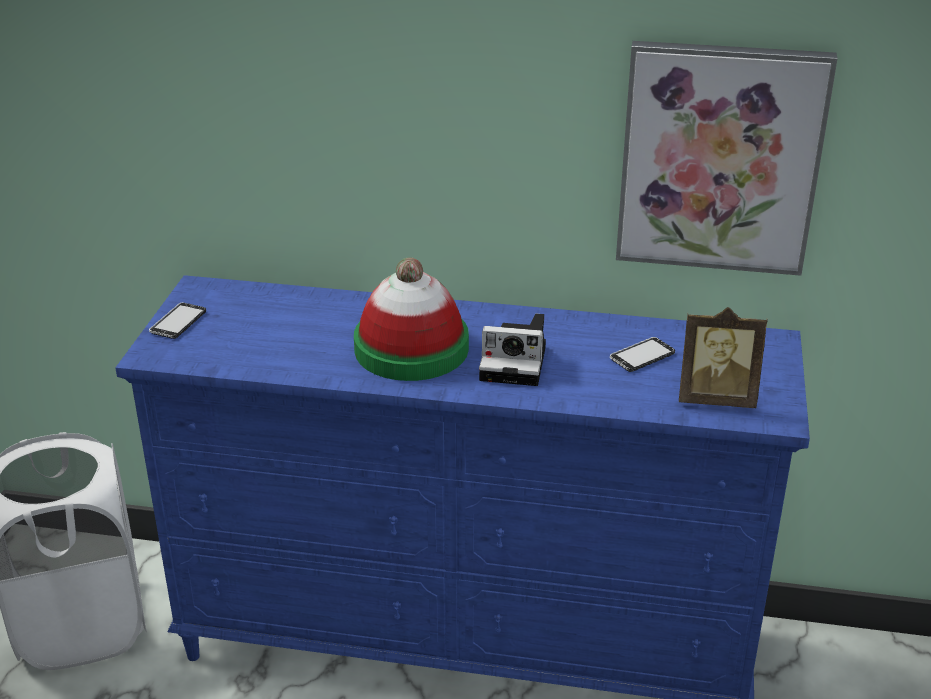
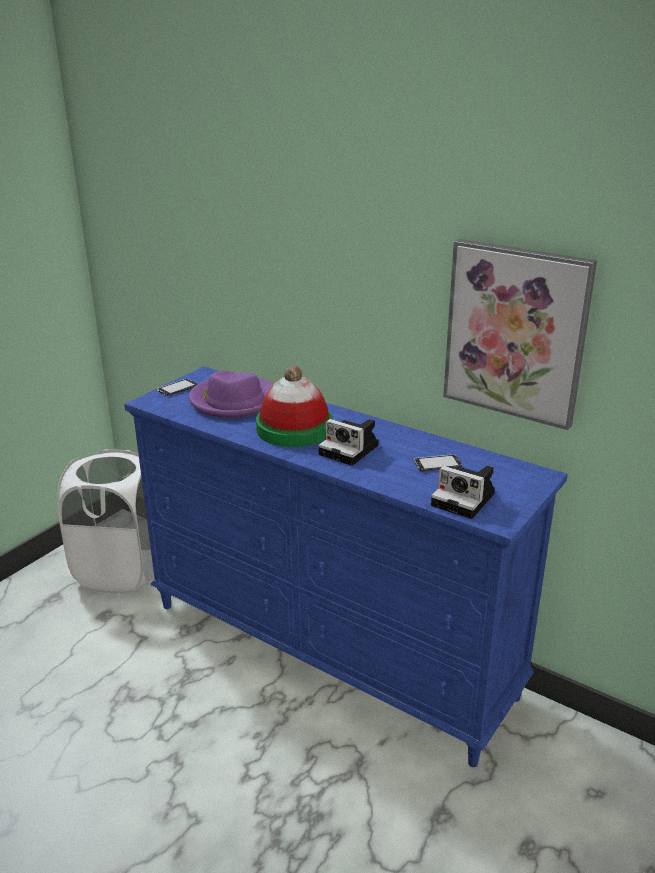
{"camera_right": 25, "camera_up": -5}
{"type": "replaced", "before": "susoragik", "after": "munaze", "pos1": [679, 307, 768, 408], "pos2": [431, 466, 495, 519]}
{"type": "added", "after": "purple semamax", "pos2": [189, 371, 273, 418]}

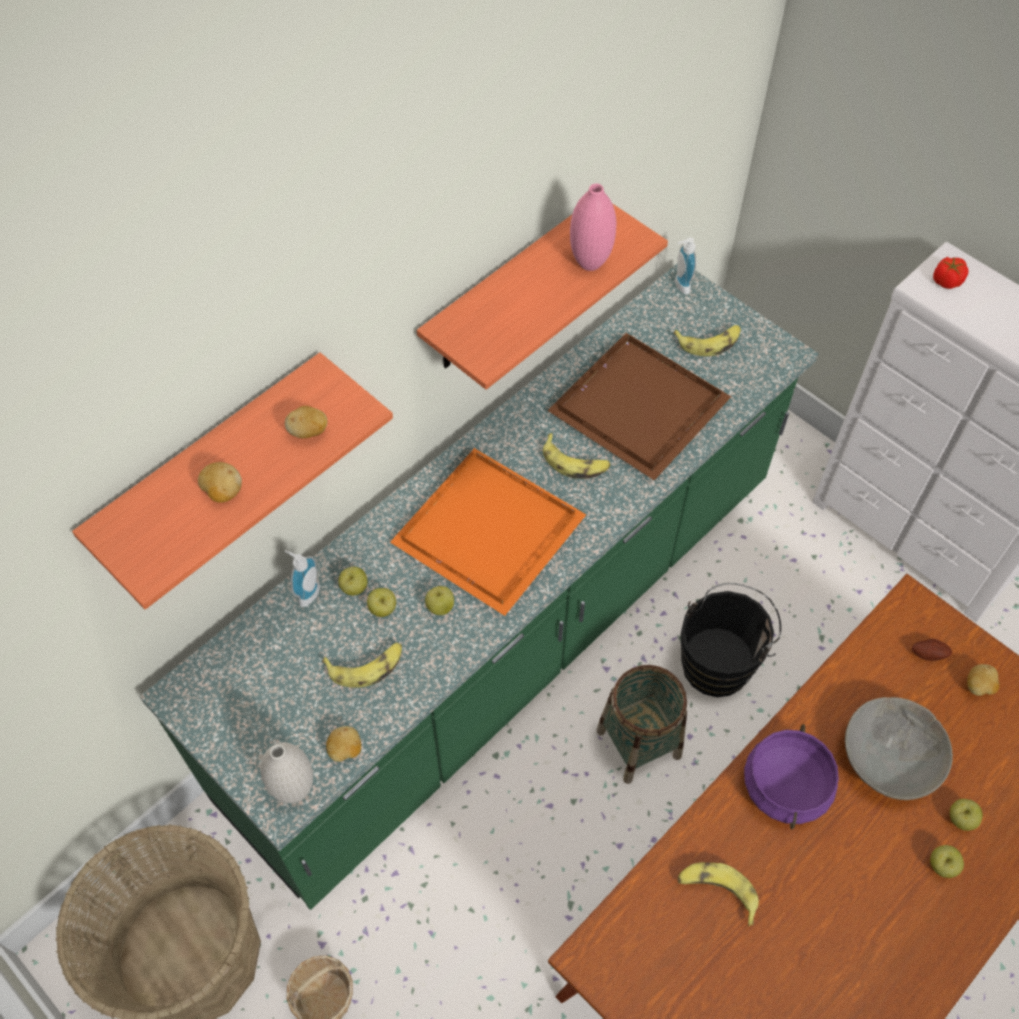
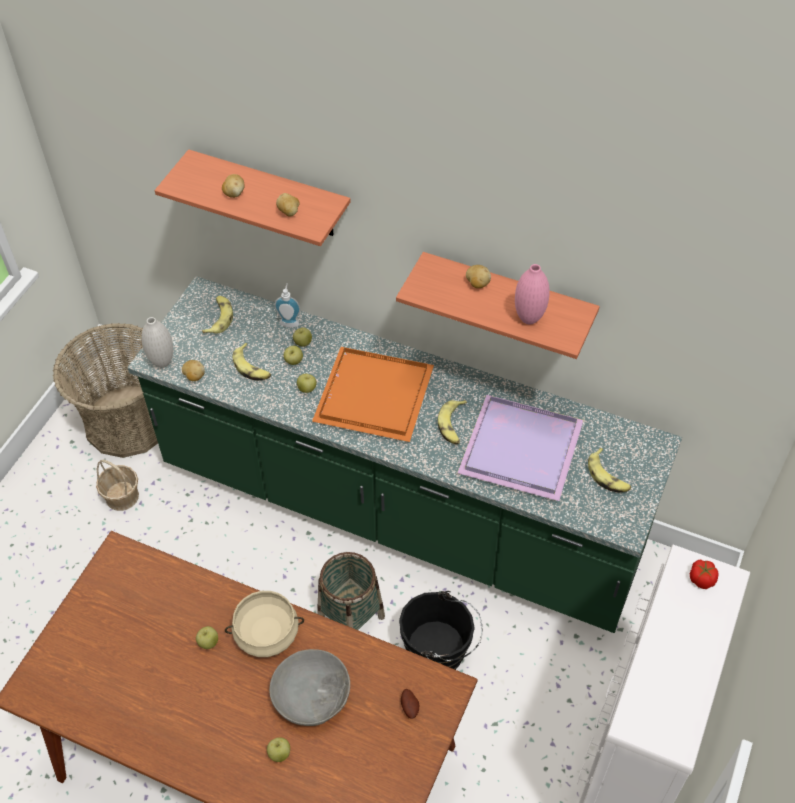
{"camera_right": 70, "camera_up": -5}
{"type": "recoloured", "before": "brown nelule", "after": "purple nelule", "pos1": [547, 333, 731, 481], "pos2": [457, 395, 584, 501]}
{"type": "removed", "before": "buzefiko", "pos1": [675, 237, 696, 295]}
{"type": "moved", "before": "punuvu", "pos1": [677, 862, 759, 926], "pos2": [202, 296, 233, 333]}
{"type": "recoloured", "before": "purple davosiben", "after": "beige davosiben", "pos1": [744, 724, 839, 829], "pos2": [225, 591, 304, 657]}
{"type": "moved", "before": "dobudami", "pos1": [930, 845, 964, 878], "pos2": [196, 626, 218, 649]}
{"type": "moved", "before": "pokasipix", "pos1": [967, 664, 999, 696], "pos2": [466, 265, 491, 288]}

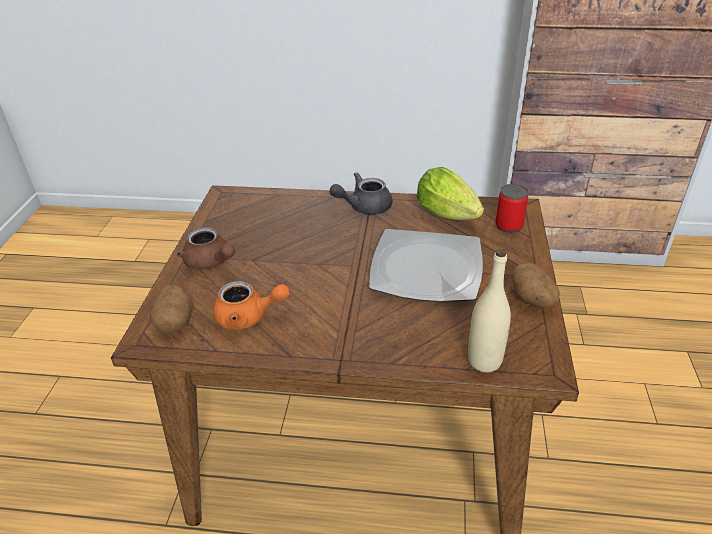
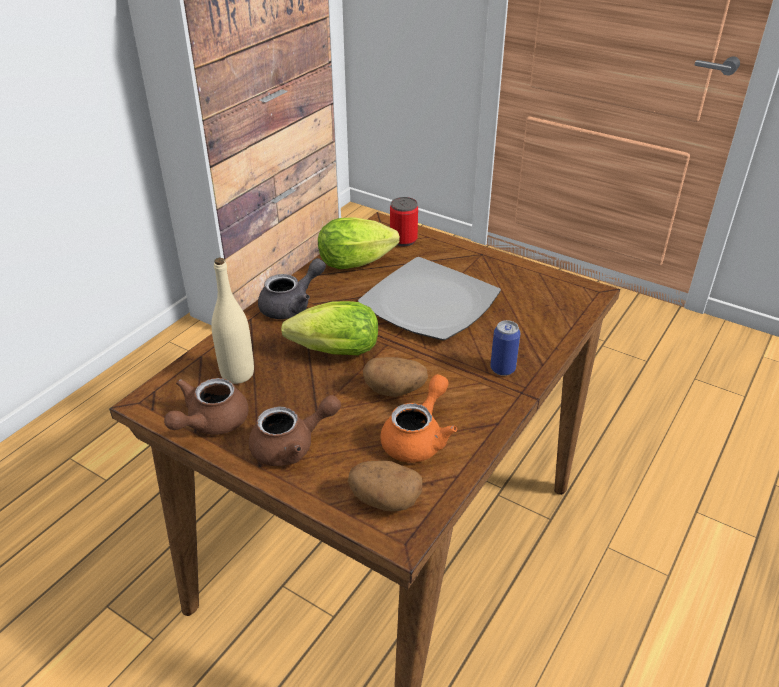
{"camera_right": -65, "camera_up": 0}
{"type": "turned", "before": "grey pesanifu", "pos1": [329, 172, 392, 215], "pos2": [258, 258, 326, 319], "turn": -135}
{"type": "moved", "before": "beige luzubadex", "pos1": [468, 249, 511, 372], "pos2": [211, 257, 254, 384]}
{"type": "moved", "before": "pokasipix", "pos1": [512, 262, 560, 308], "pos2": [363, 357, 428, 397]}
{"type": "added", "after": "brown pesanifu", "pos2": [164, 378, 249, 435]}
{"type": "added", "after": "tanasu", "pos2": [281, 301, 378, 355]}
{"type": "added", "after": "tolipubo", "pos2": [490, 320, 520, 376]}

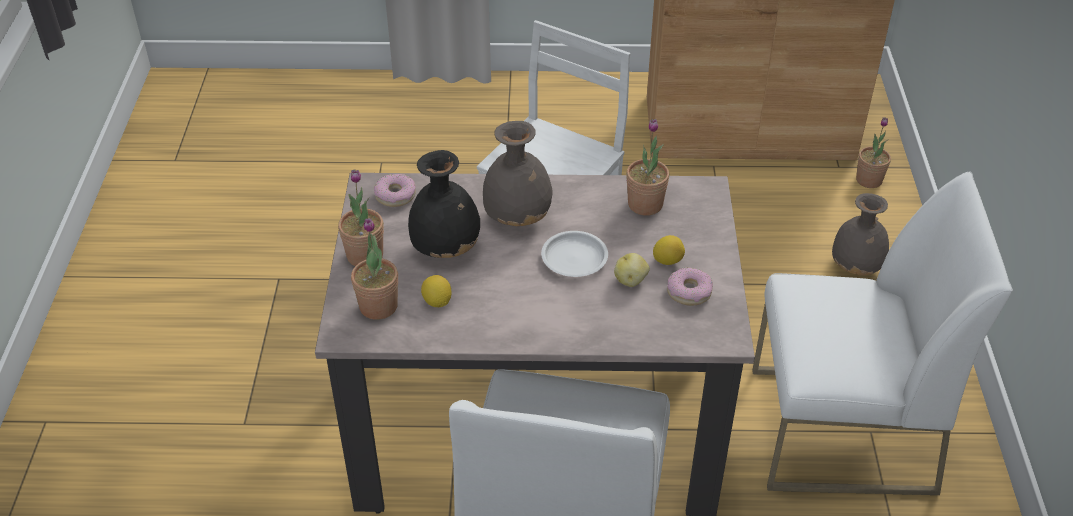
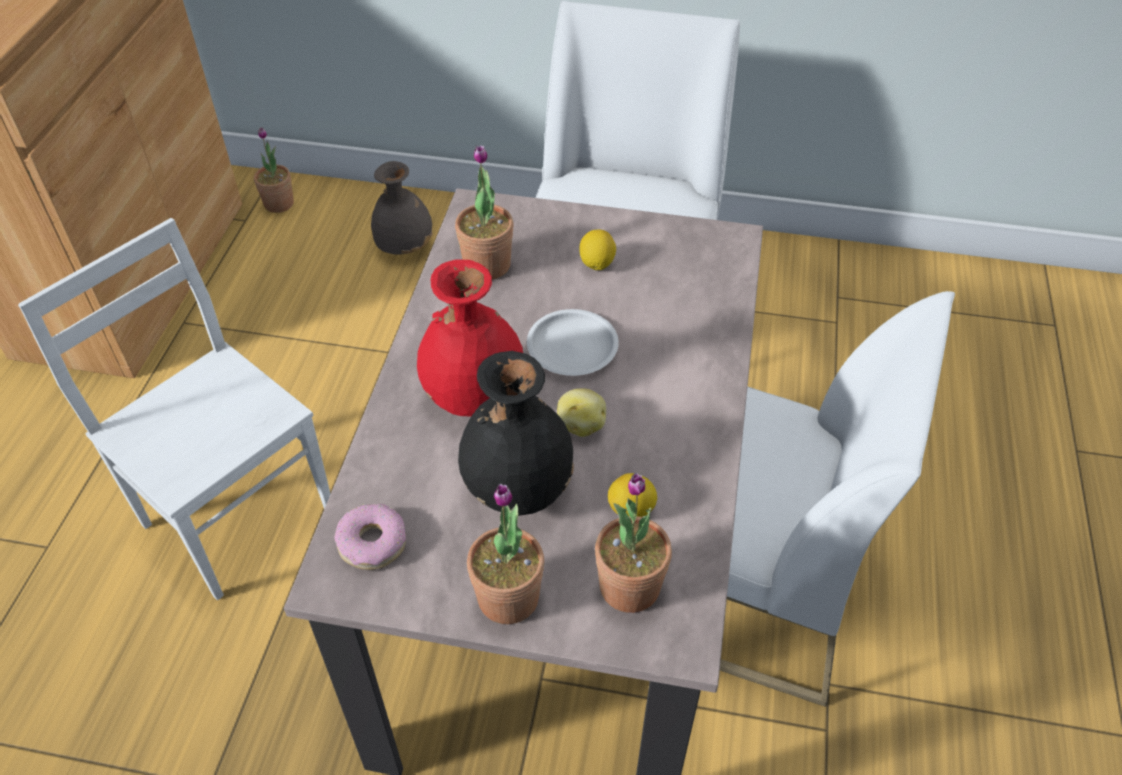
{"camera_right": -80, "camera_up": 5}
{"type": "recoloured", "before": "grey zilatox", "after": "red zilatox", "pos1": [483, 121, 552, 226], "pos2": [417, 260, 523, 417]}
{"type": "moved", "before": "pokasipix", "pos1": [614, 253, 650, 287], "pos2": [557, 389, 606, 437]}
{"type": "removed", "before": "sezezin", "pos1": [667, 268, 713, 306]}

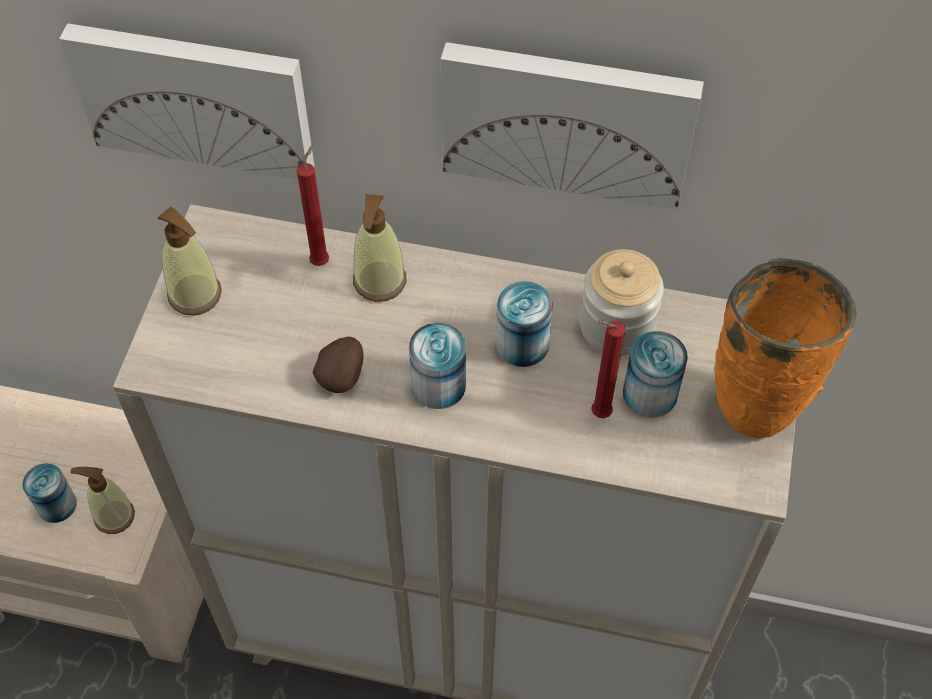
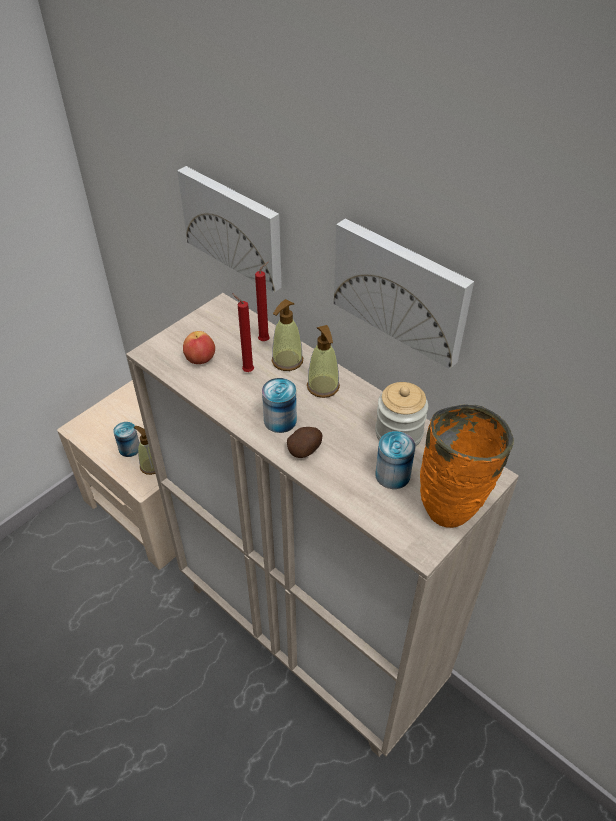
{"camera_right": 30, "camera_up": -10}
{"type": "moved", "before": "buzefiko", "pos1": [157, 207, 222, 316], "pos2": [307, 325, 340, 398]}
{"type": "moved", "before": "pokasipix", "pos1": [313, 336, 364, 393], "pos2": [287, 427, 322, 458]}
{"type": "removed", "before": "tolipubo", "pos1": [496, 281, 553, 367]}
{"type": "moved", "before": "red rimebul", "pos1": [591, 320, 625, 418], "pos2": [232, 293, 254, 372]}
{"type": "added", "after": "dobudami", "pos2": [183, 331, 215, 364]}

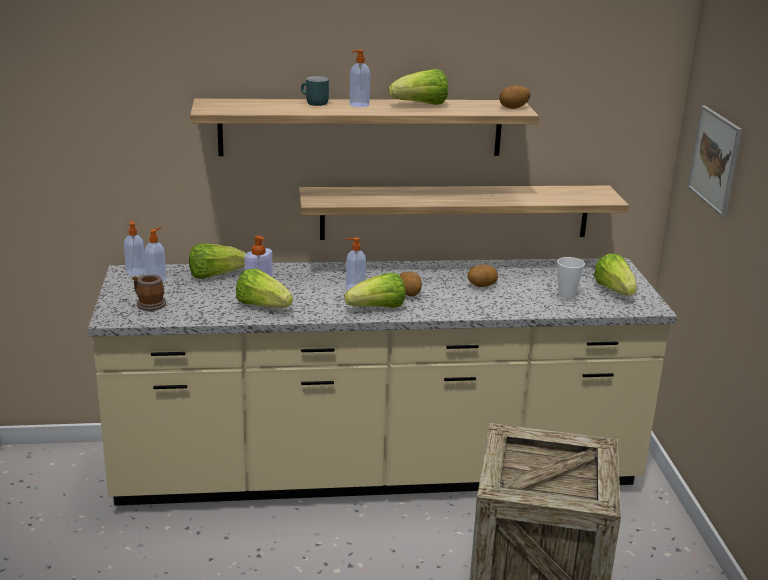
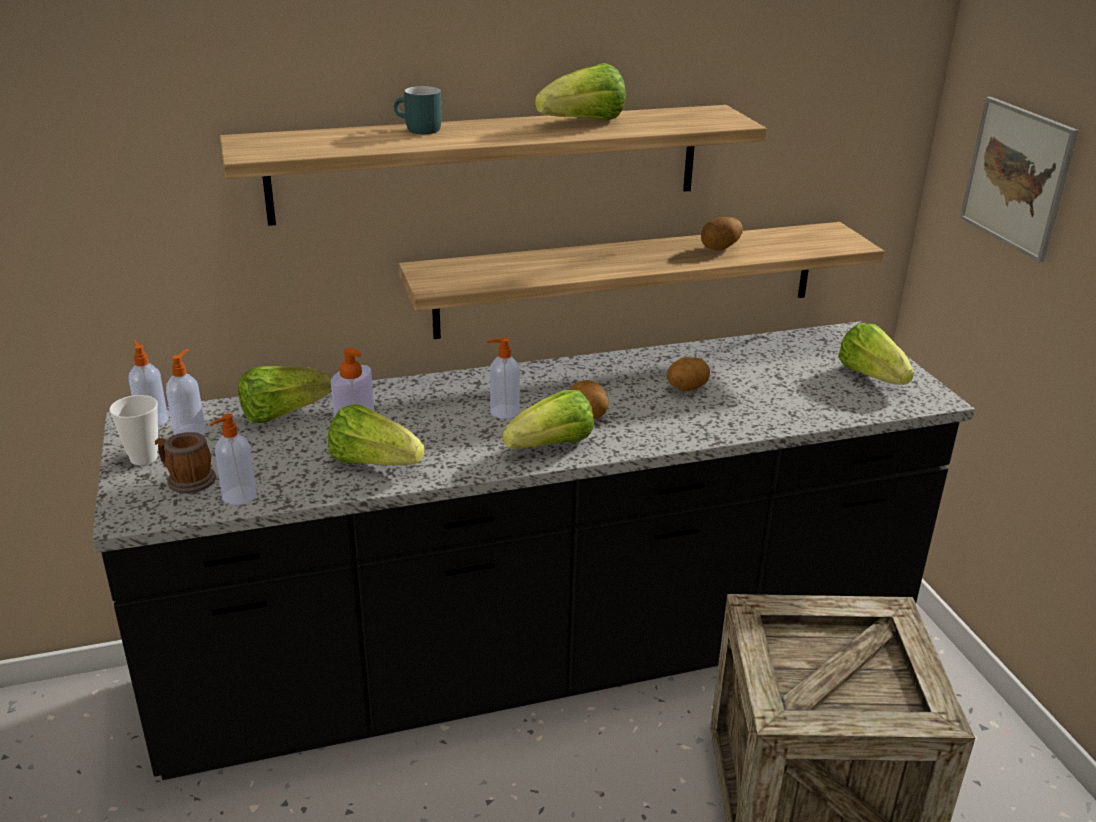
{"camera_right": -10, "camera_up": 5}
{"type": "recoloured", "before": "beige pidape", "after": "black pidape", "pos1": [88, 258, 677, 506], "pos2": [92, 321, 975, 780]}
{"type": "moved", "before": "buzefiko", "pos1": [350, 49, 370, 107], "pos2": [210, 413, 257, 505]}
{"type": "moved", "before": "pokasipix", "pos1": [499, 85, 530, 109], "pos2": [701, 217, 743, 251]}
{"type": "moved", "before": "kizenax", "pos1": [557, 257, 585, 299], "pos2": [109, 395, 158, 465]}

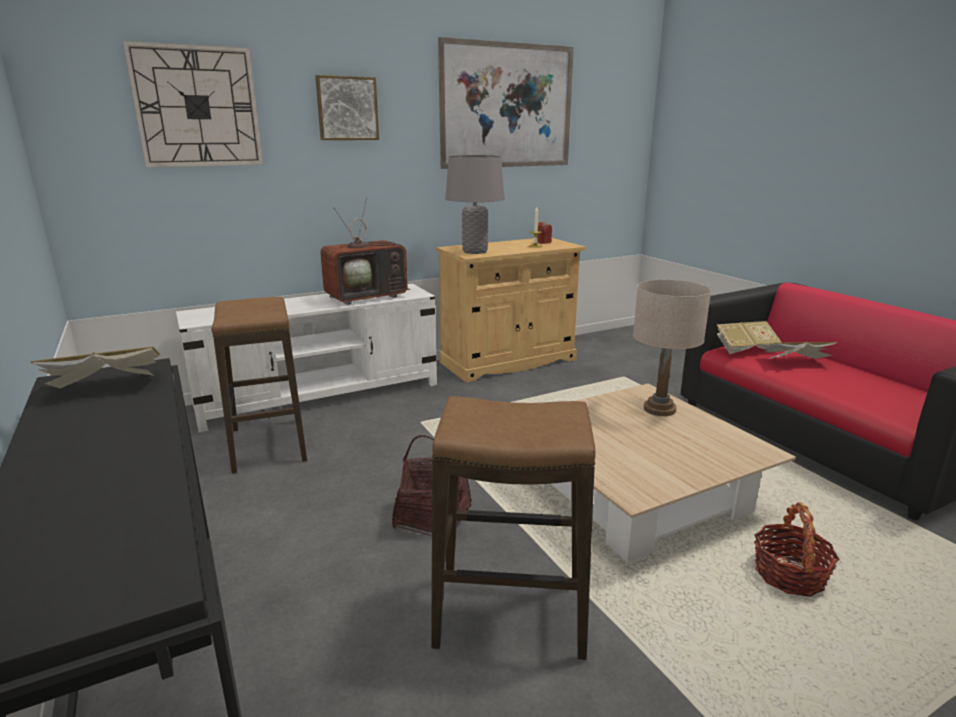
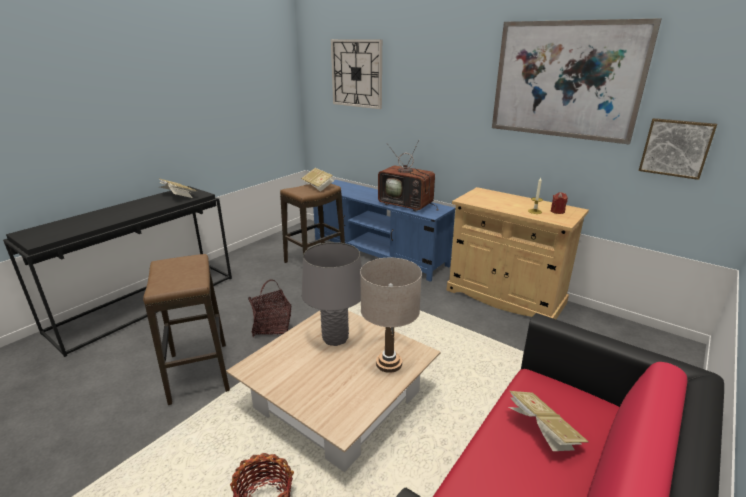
{"camera_right": 65, "camera_up": 5}
{"type": "recoloured", "before": "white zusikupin", "after": "blue zusikupin", "pos1": [176, 284, 437, 433], "pos2": [313, 180, 455, 282]}
{"type": "moved", "before": "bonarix", "pos1": [315, 75, 379, 140], "pos2": [639, 118, 717, 180]}
{"type": "moved", "before": "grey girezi", "pos1": [445, 155, 505, 254], "pos2": [302, 242, 362, 346]}
{"type": "moved", "before": "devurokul", "pos1": [716, 321, 782, 354], "pos2": [301, 168, 334, 192]}

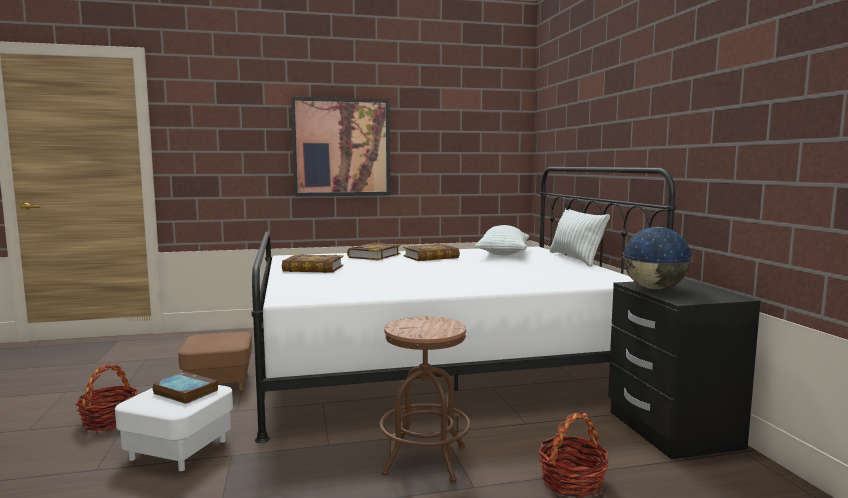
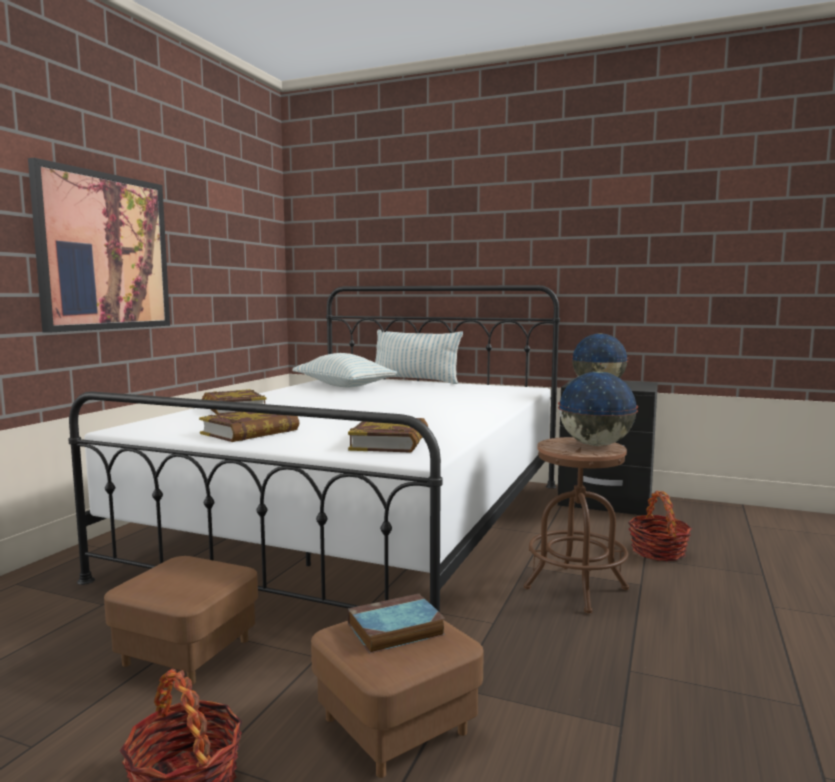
{"camera_right": -55, "camera_up": 0}
{"type": "recoloured", "before": "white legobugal", "after": "brown legobugal", "pos1": [115, 385, 233, 471], "pos2": [311, 620, 484, 778]}
{"type": "moved", "before": "devurokul", "pos1": [403, 244, 460, 261], "pos2": [348, 418, 428, 453]}
{"type": "added", "after": "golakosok", "pos2": [558, 372, 638, 446]}

